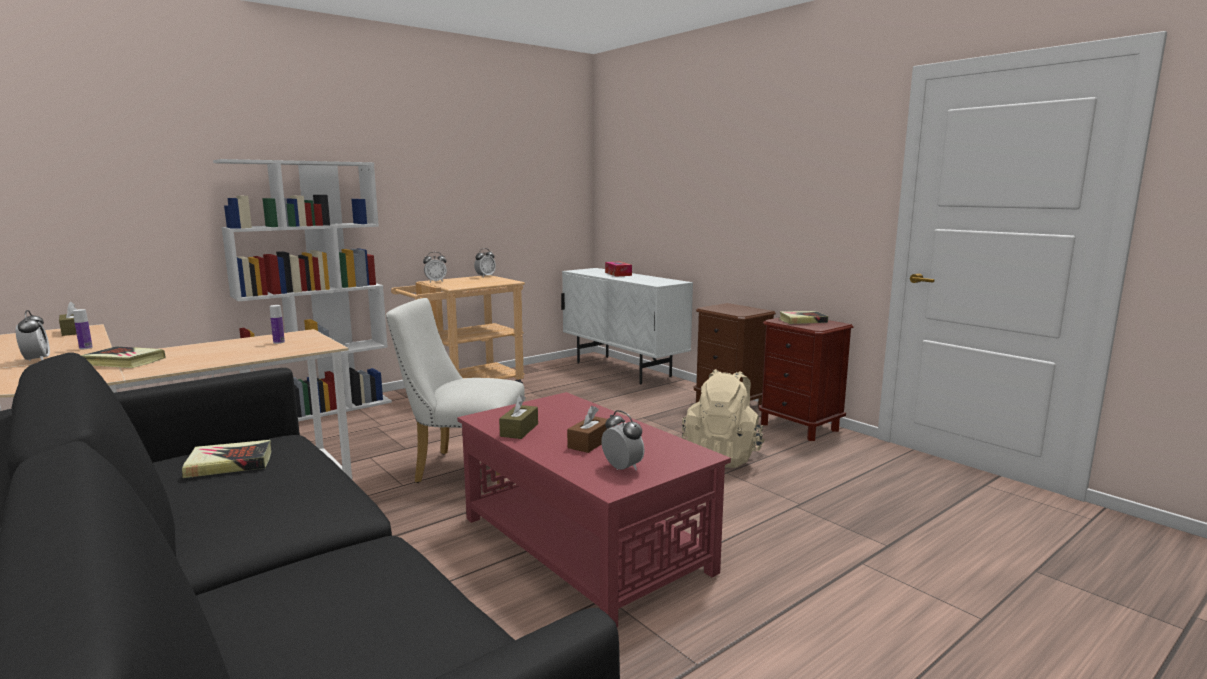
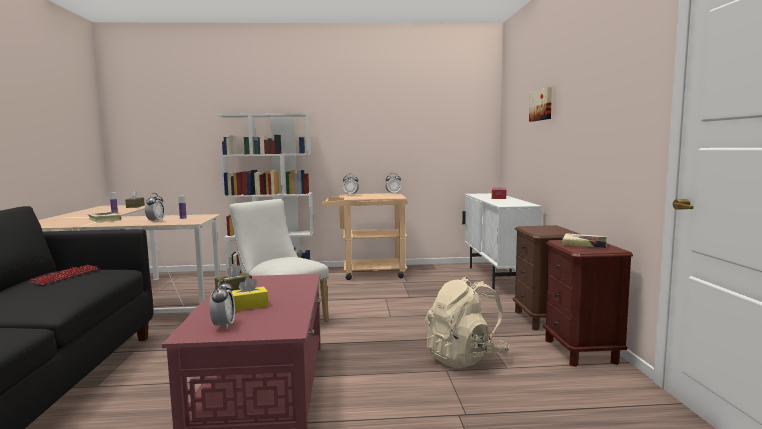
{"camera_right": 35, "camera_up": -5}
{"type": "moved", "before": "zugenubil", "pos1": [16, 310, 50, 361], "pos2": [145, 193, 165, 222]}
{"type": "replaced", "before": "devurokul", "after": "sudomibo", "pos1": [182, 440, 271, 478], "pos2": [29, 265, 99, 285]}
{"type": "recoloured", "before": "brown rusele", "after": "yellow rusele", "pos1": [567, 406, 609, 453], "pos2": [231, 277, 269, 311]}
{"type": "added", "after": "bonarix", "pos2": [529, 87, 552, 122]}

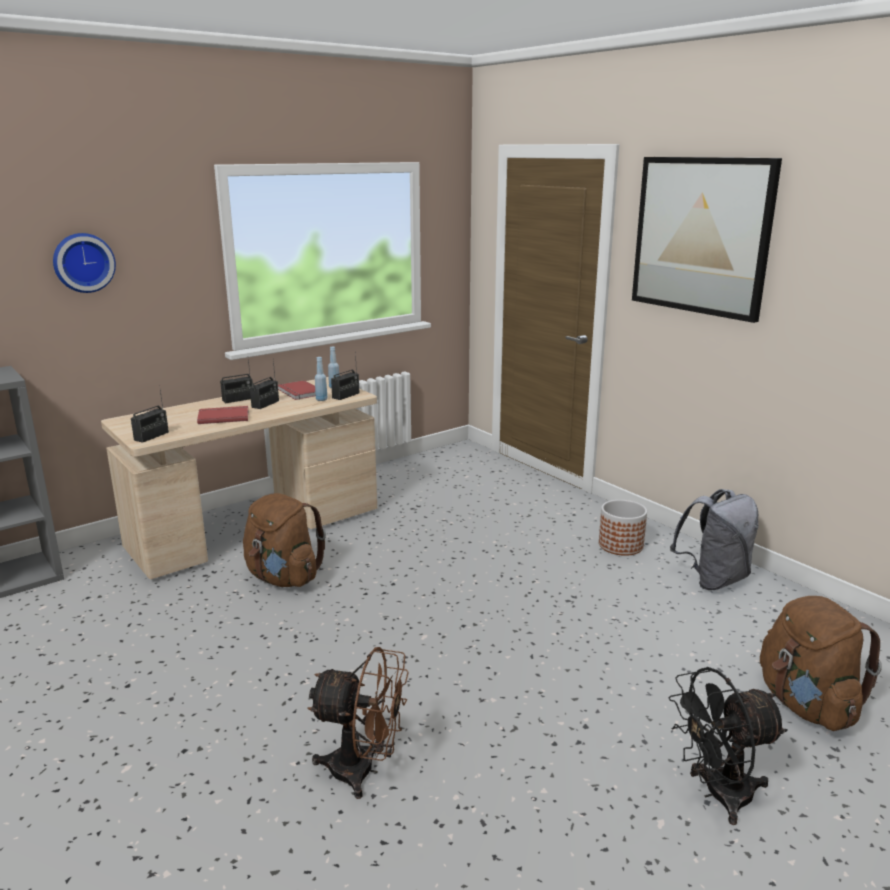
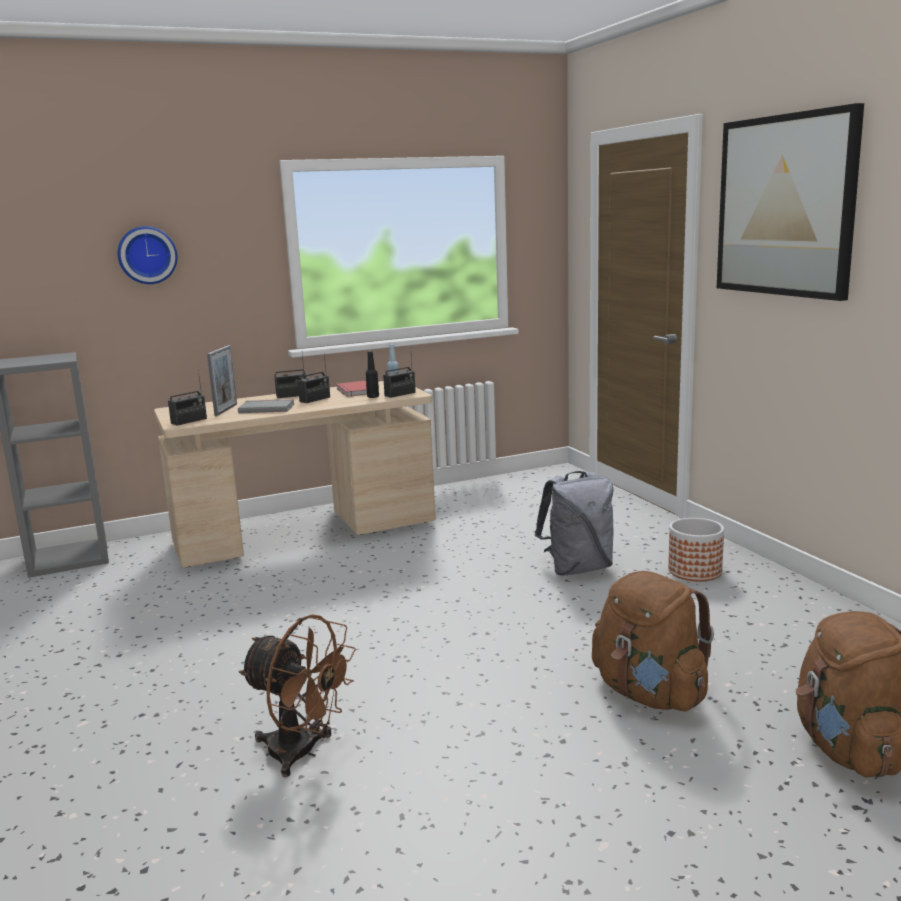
{"camera_right": 15, "camera_up": -5}
{"type": "recoloured", "before": "red devurokul", "after": "grey devurokul", "pos1": [197, 406, 249, 424], "pos2": [238, 399, 294, 413]}
{"type": "moved", "before": "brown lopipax", "pos1": [243, 493, 326, 587], "pos2": [592, 571, 714, 711]}
{"type": "recoloured", "before": "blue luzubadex", "after": "black luzubadex", "pos1": [315, 357, 327, 401], "pos2": [366, 351, 379, 398]}
{"type": "removed", "before": "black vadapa", "pos1": [669, 667, 787, 825]}
{"type": "moved", "before": "grey lopipax", "pos1": [670, 489, 759, 590], "pos2": [535, 471, 613, 576]}
{"type": "added", "after": "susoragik", "pos2": [207, 345, 237, 416]}

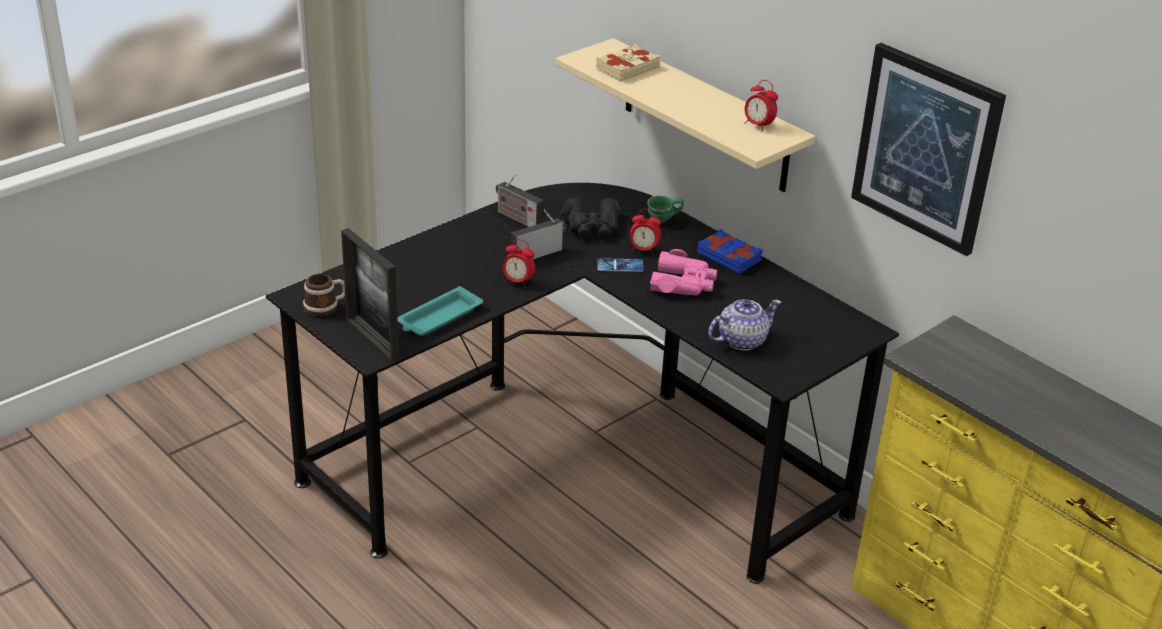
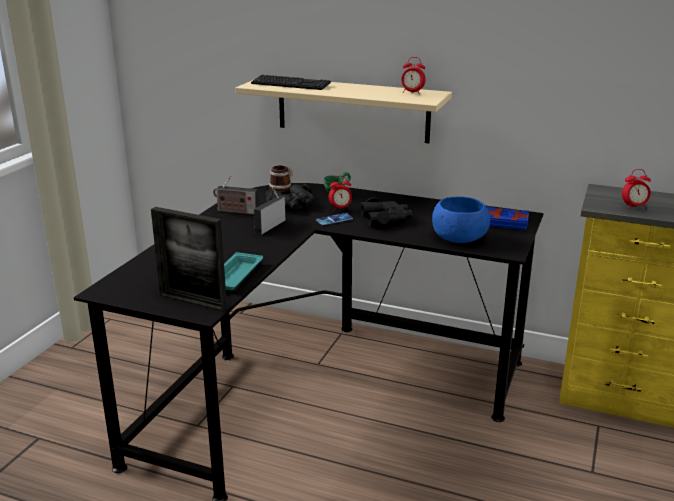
{"camera_right": -25, "camera_up": -10}
{"type": "moved", "before": "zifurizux", "pos1": [303, 274, 345, 317], "pos2": [269, 166, 293, 192]}
{"type": "moved", "before": "zugenubil", "pos1": [503, 239, 535, 288], "pos2": [622, 169, 651, 209]}
{"type": "replaced", "before": "beige devurokul", "after": "sudomibo", "pos1": [596, 44, 660, 82], "pos2": [251, 75, 331, 90]}
{"type": "recoloured", "before": "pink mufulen", "after": "black mufulen", "pos1": [650, 249, 717, 295], "pos2": [360, 197, 413, 227]}
{"type": "moved", "before": "blue devurokul", "pos1": [697, 229, 763, 274], "pos2": [487, 206, 529, 230]}
{"type": "replaced", "before": "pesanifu", "after": "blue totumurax", "pos1": [708, 299, 781, 351], "pos2": [432, 196, 490, 243]}
{"type": "removed", "before": "bonarix", "pos1": [851, 43, 1006, 256]}

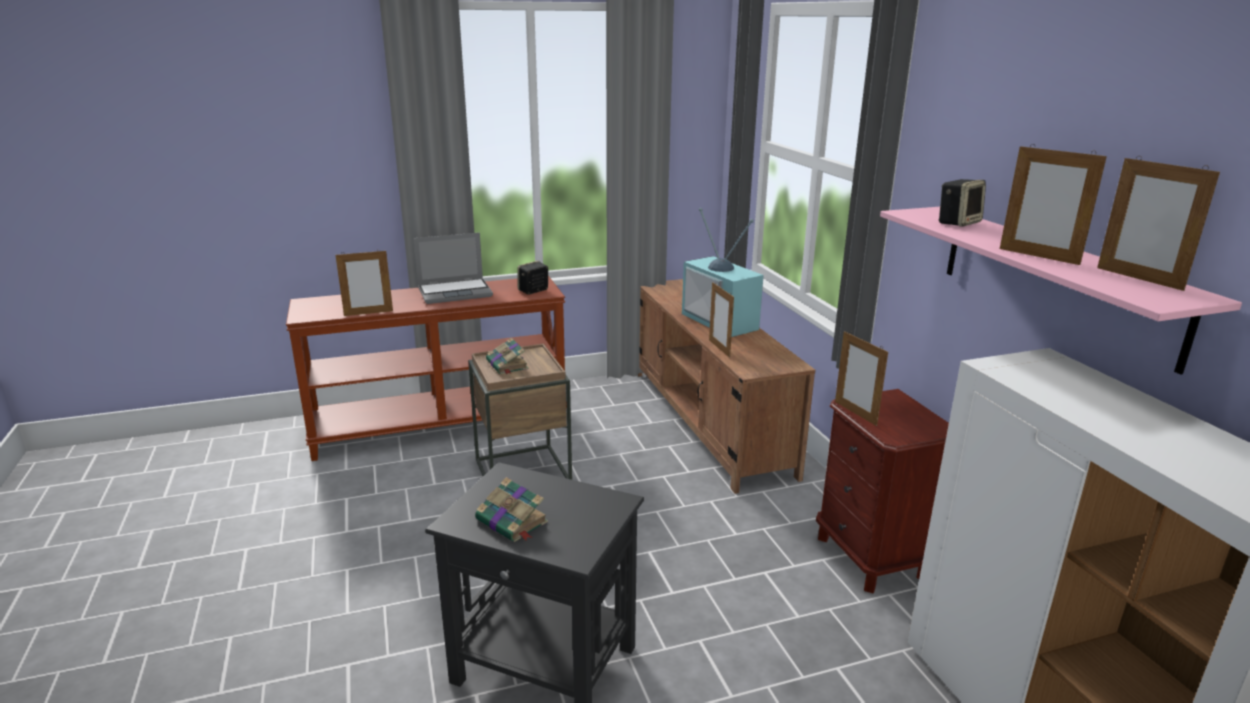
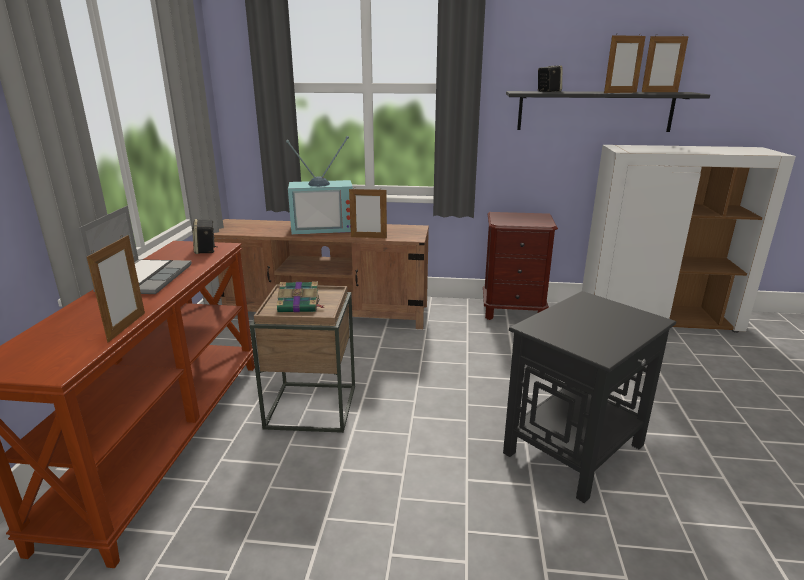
{"camera_right": -65, "camera_up": 0}
{"type": "removed", "before": "devurokul", "pos1": [475, 477, 548, 542]}
{"type": "removed", "before": "susoragik", "pos1": [835, 331, 888, 426]}
{"type": "recoloured", "before": "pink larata", "after": "black larata", "pos1": [880, 207, 1242, 375], "pos2": [506, 91, 710, 132]}

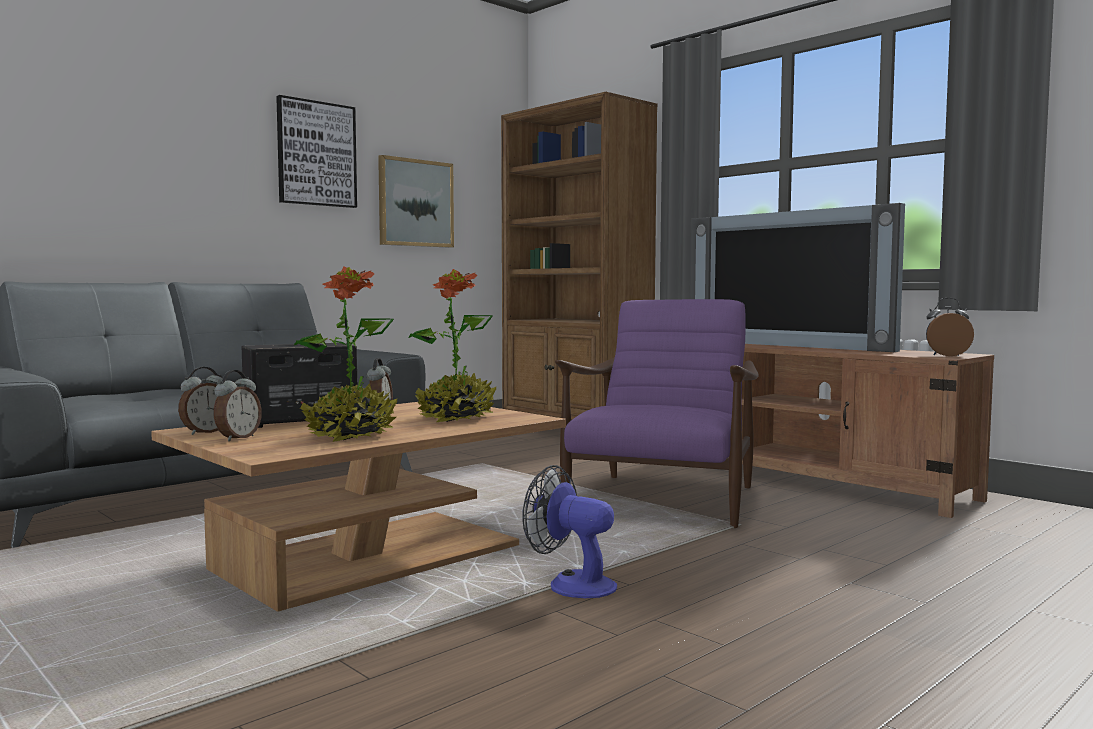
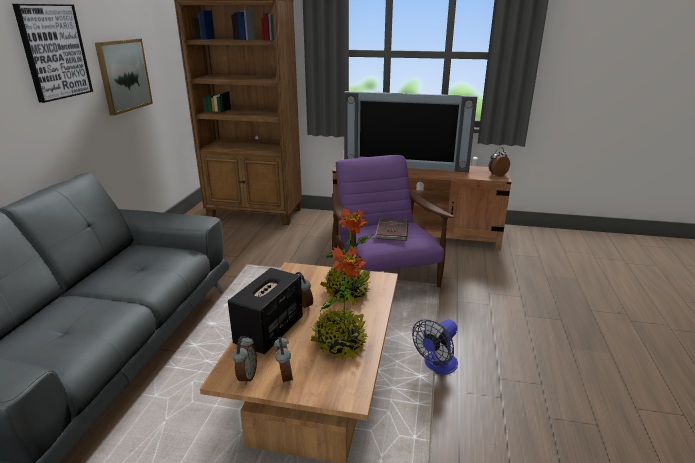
{"camera_right": -35, "camera_up": 20}
{"type": "turned", "before": "vadapa", "pos1": [522, 465, 617, 598], "pos2": [412, 320, 458, 375], "turn": -45}
{"type": "added", "after": "brown devurokul", "pos2": [374, 218, 408, 241]}

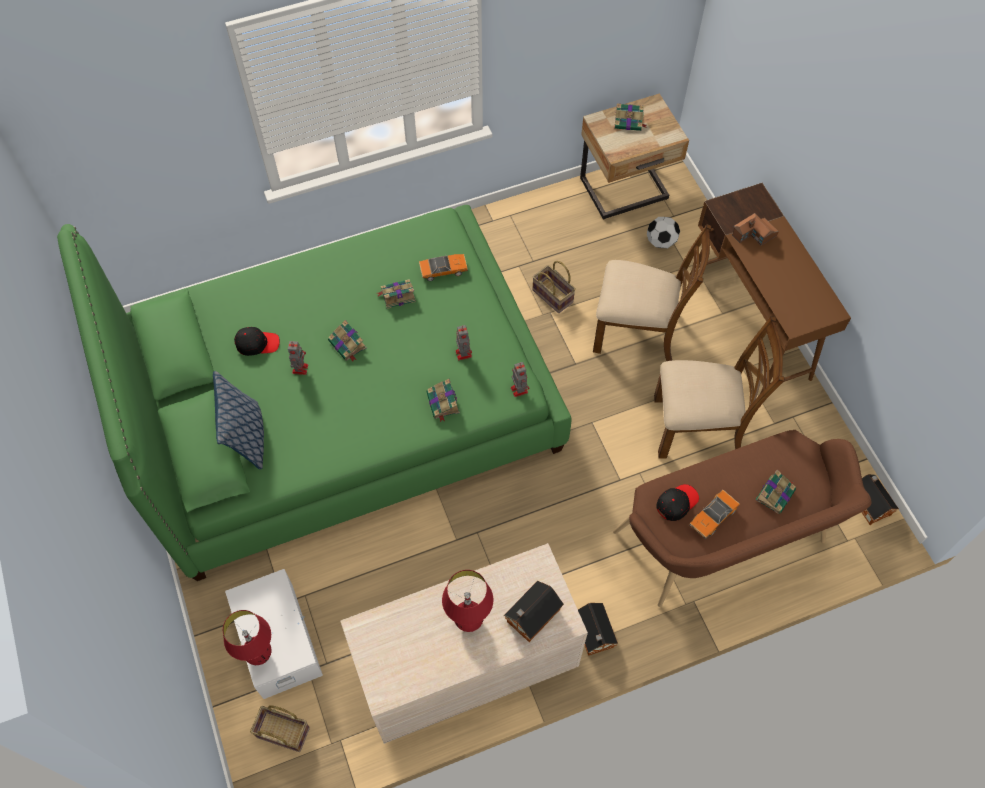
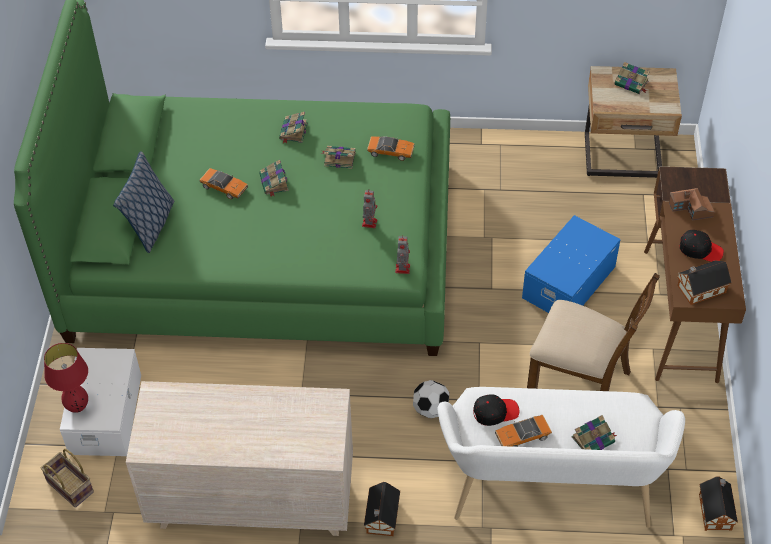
{"camera_right": 25, "camera_up": -10}
{"type": "moved", "before": "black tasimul", "pos1": [234, 327, 280, 356], "pos2": [680, 230, 724, 262]}
{"type": "replaced", "before": "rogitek", "after": "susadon", "pos1": [288, 341, 308, 375], "pos2": [199, 168, 248, 199]}
{"type": "moved", "before": "devurokul", "pos1": [426, 379, 460, 422], "pos2": [279, 112, 308, 144]}
{"type": "removed", "before": "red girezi", "pos1": [442, 570, 493, 632]}
{"type": "moved", "before": "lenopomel", "pos1": [504, 581, 564, 642], "pos2": [677, 260, 732, 305]}
{"type": "removed", "before": "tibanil", "pos1": [532, 261, 576, 313]}
{"type": "replaced", "before": "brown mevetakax", "after": "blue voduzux", "pos1": [593, 224, 712, 361], "pos2": [522, 215, 621, 313]}
{"type": "recoloured", "before": "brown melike", "after": "white melike", "pos1": [613, 430, 872, 607], "pos2": [438, 387, 685, 528]}
{"type": "moved", "before": "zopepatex", "pos1": [647, 217, 680, 248], "pos2": [413, 380, 449, 418]}

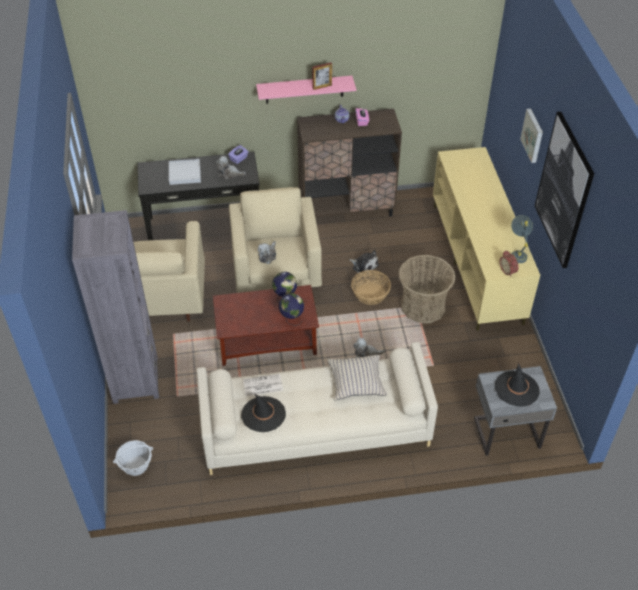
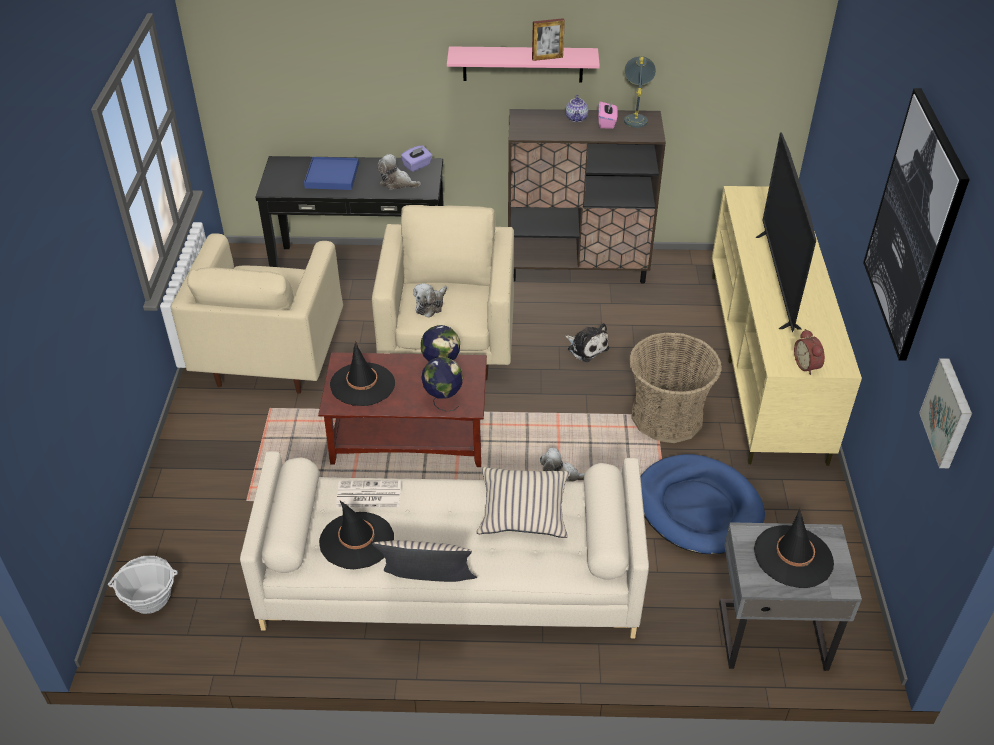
{"camera_right": 10, "camera_up": -5}
{"type": "removed", "before": "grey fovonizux", "pos1": [72, 210, 159, 404]}
{"type": "recoloured", "before": "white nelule", "after": "blue nelule", "pos1": [169, 159, 201, 185], "pos2": [304, 157, 359, 190]}
{"type": "removed", "before": "tibanil", "pos1": [351, 270, 391, 305]}
{"type": "moved", "before": "grey girezi", "pos1": [511, 215, 533, 263], "pos2": [624, 56, 656, 128]}
{"type": "moved", "before": "bonarix", "pos1": [520, 109, 543, 163], "pos2": [919, 358, 972, 468]}
{"type": "added", "after": "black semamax", "pos2": [330, 342, 395, 406]}
{"type": "added", "after": "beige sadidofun", "pos2": [372, 540, 477, 582]}
{"type": "added", "after": "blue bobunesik", "pos2": [640, 454, 765, 554]}
{"type": "added", "after": "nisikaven", "pos2": [756, 132, 816, 332]}

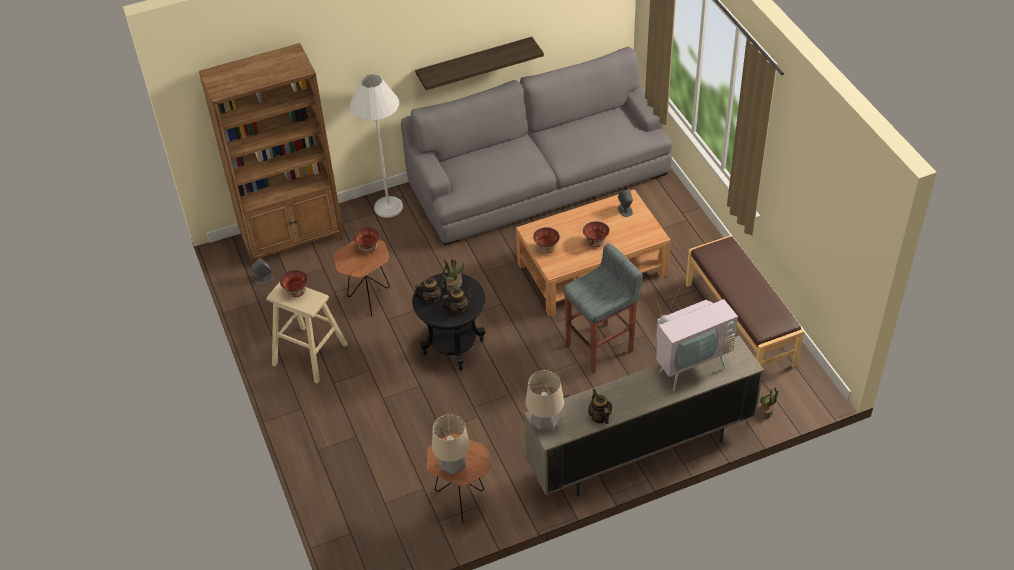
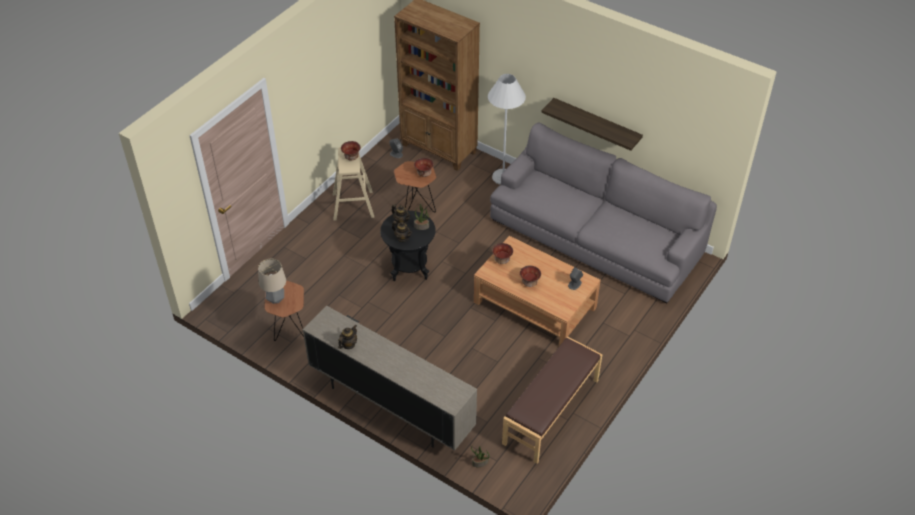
{"camera_right": 55, "camera_up": 0}
{"type": "removed", "before": "girezi", "pos1": [526, 370, 564, 432]}
{"type": "removed", "before": "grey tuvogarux", "pos1": [563, 244, 643, 374]}
{"type": "removed", "before": "nisikaven", "pos1": [655, 288, 738, 391]}

